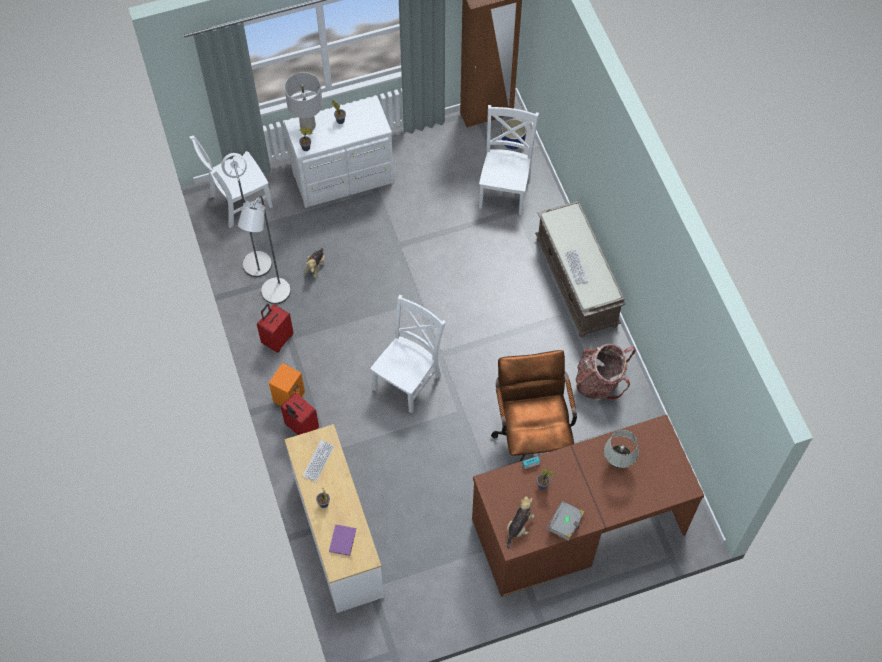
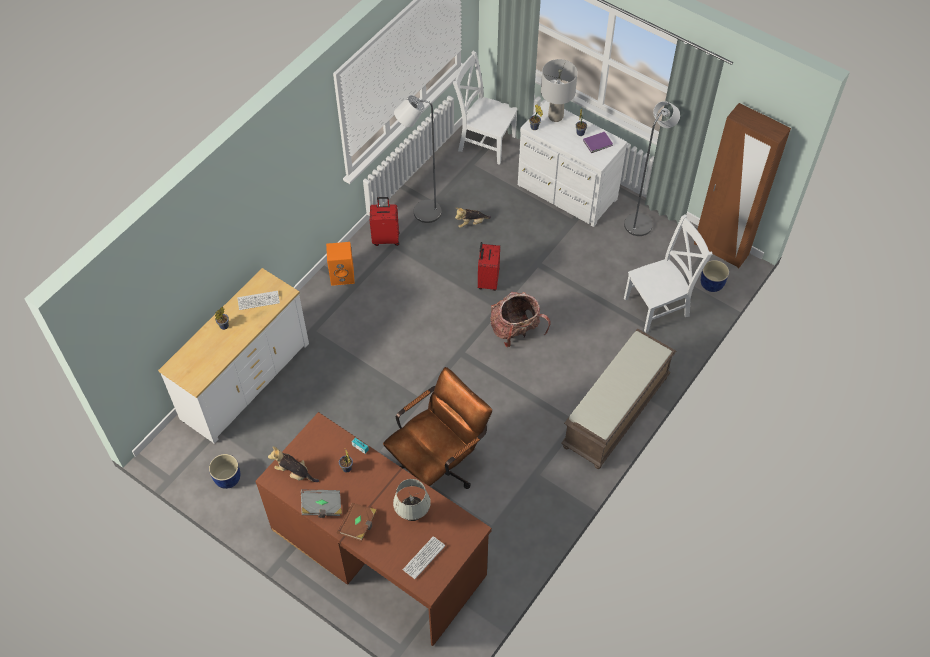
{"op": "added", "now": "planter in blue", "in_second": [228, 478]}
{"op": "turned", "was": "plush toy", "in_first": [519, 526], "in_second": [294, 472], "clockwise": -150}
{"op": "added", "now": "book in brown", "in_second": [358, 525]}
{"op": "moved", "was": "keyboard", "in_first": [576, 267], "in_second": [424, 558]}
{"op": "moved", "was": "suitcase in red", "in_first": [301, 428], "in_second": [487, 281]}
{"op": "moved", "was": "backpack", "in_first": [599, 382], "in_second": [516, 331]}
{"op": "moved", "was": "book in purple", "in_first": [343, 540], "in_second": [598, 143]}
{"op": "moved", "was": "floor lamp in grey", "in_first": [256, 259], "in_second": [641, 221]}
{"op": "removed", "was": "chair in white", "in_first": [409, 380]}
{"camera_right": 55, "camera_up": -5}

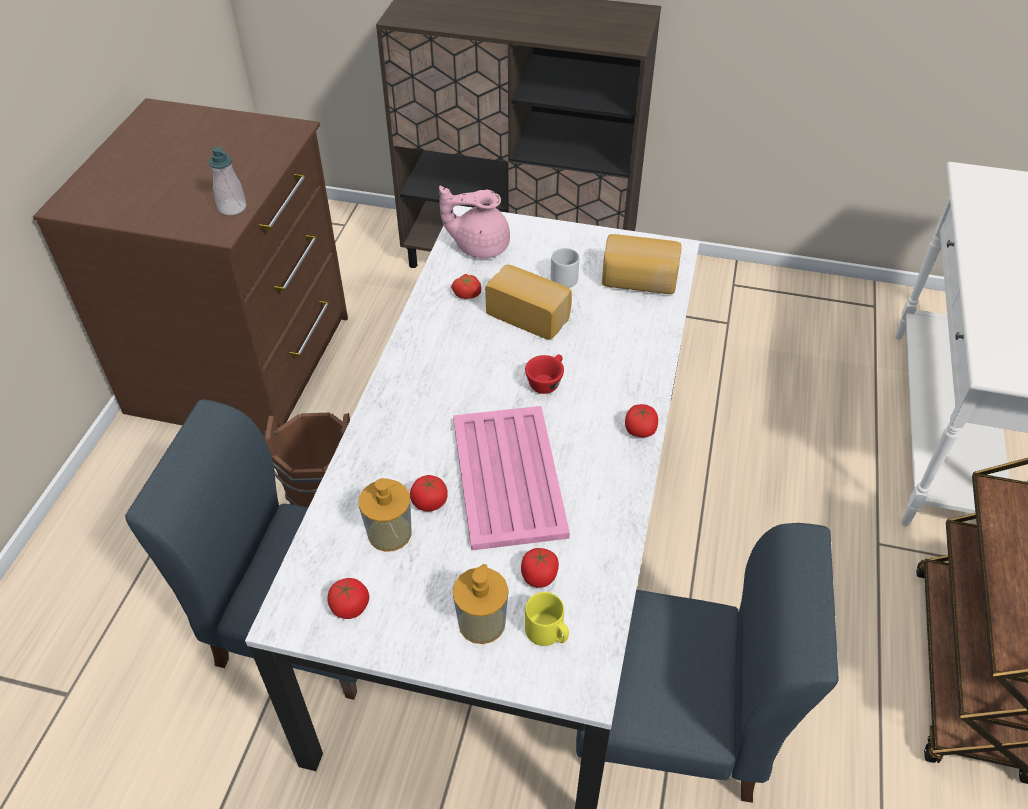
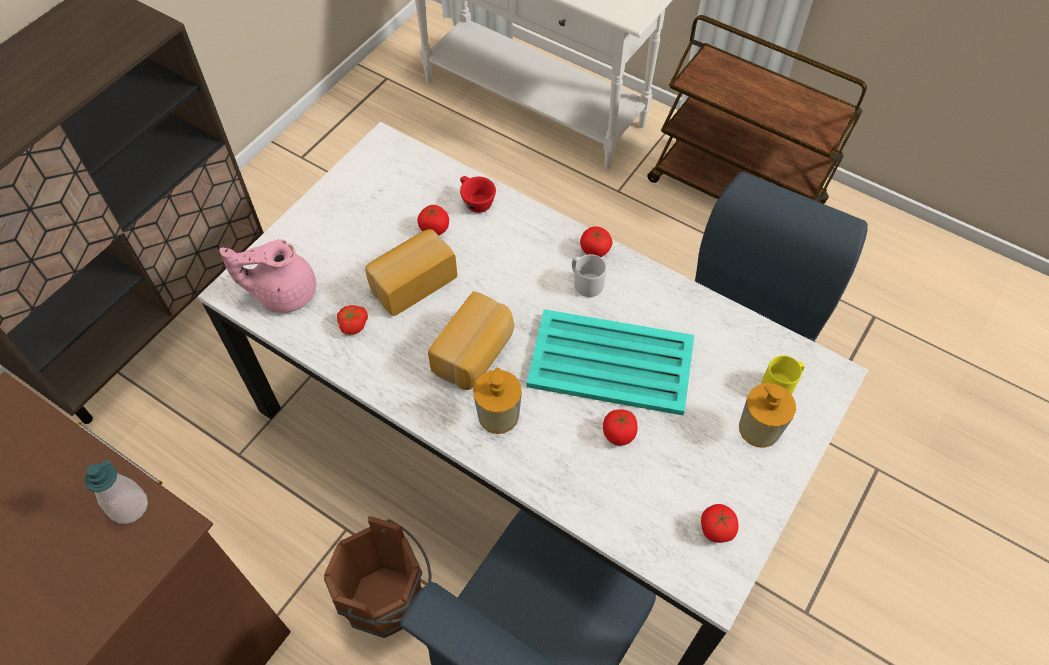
{"op": "turned", "was": "teapot in pink", "in_first": [479, 246], "in_second": [284, 292], "clockwise": 60}
{"op": "moved", "was": "tomato", "in_first": [539, 576], "in_second": [434, 228]}
{"op": "moved", "was": "bread", "in_first": [639, 281], "in_second": [475, 353]}
{"op": "moved", "was": "cup in red", "in_first": [546, 381], "in_second": [475, 201]}
{"op": "moved", "was": "soap dispenser", "in_first": [389, 533], "in_second": [498, 415]}
{"op": "recoloured", "was": "tray in pink", "now": "tray in turquoise", "in_first": [508, 478], "in_second": [612, 363]}
{"op": "moved", "was": "mug in grey", "in_first": [565, 277], "in_second": [586, 283]}
{"camera_right": -70, "camera_up": 10}

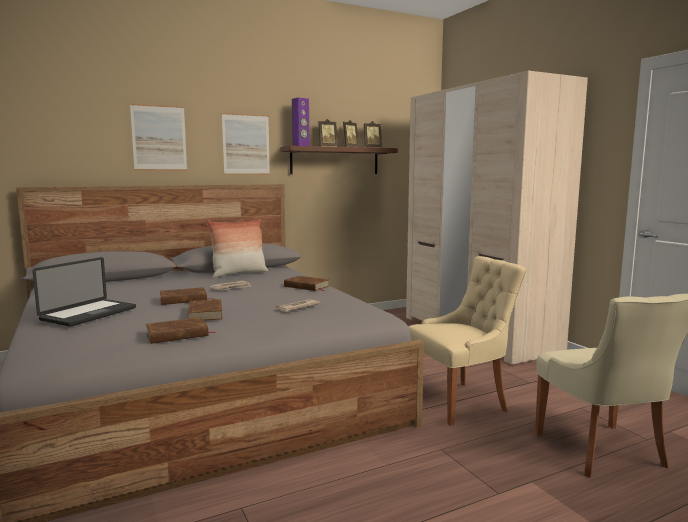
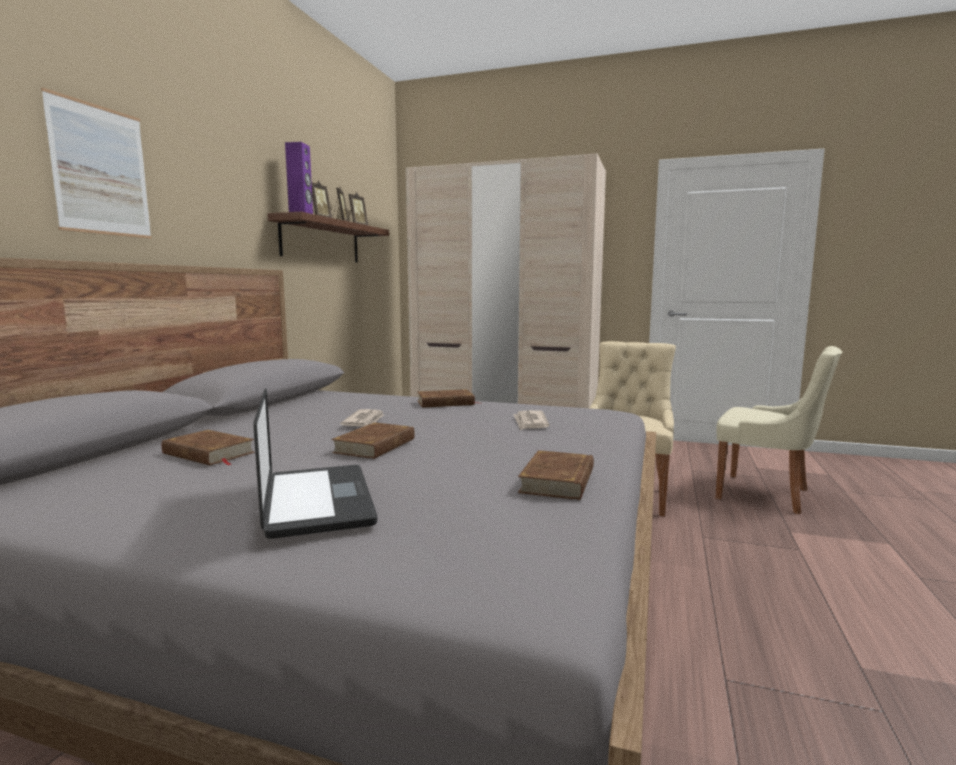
{"op": "moved", "was": "book in brown", "in_first": [205, 314], "in_second": [208, 453]}
{"op": "removed", "was": "pillow", "in_first": [239, 273]}
{"op": "removed", "was": "picture", "in_first": [246, 144]}
{"camera_right": -45, "camera_up": 0}

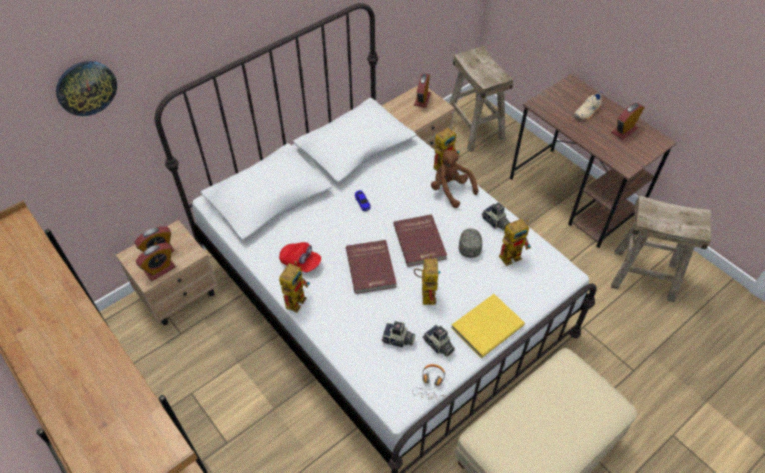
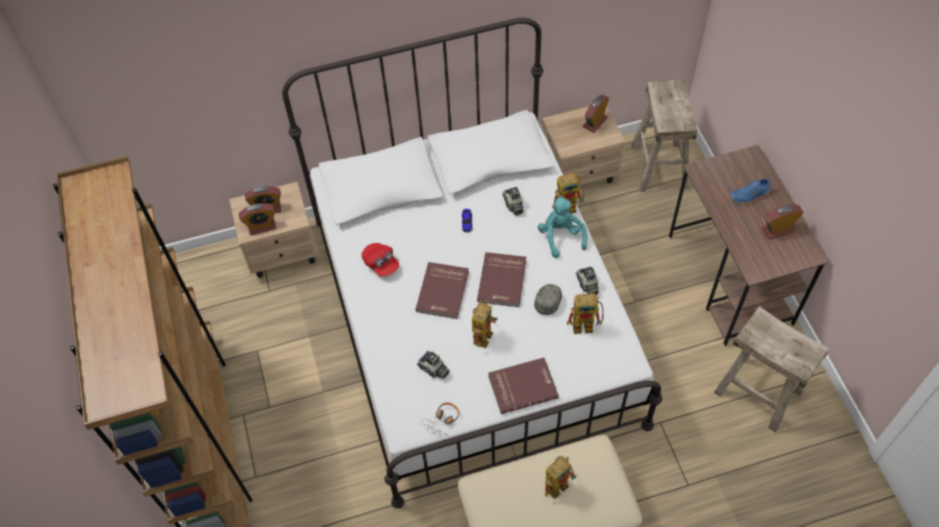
{"op": "recoloured", "was": "book in yellow", "now": "book in red", "in_first": [486, 326], "in_second": [522, 386]}
{"op": "moved", "was": "photo camera", "in_first": [438, 346], "in_second": [513, 206]}
{"op": "recoloured", "was": "plush toy in brown", "now": "plush toy in turquoise", "in_first": [450, 190], "in_second": [561, 236]}
{"op": "moved", "was": "toy robot", "in_first": [296, 298], "in_second": [558, 482]}
{"op": "recoloured", "was": "shoe in beige", "now": "shoe in blue", "in_first": [587, 112], "in_second": [749, 196]}
{"op": "removed", "was": "wall clock", "in_first": [86, 88]}
{"camera_right": 25, "camera_up": 5}

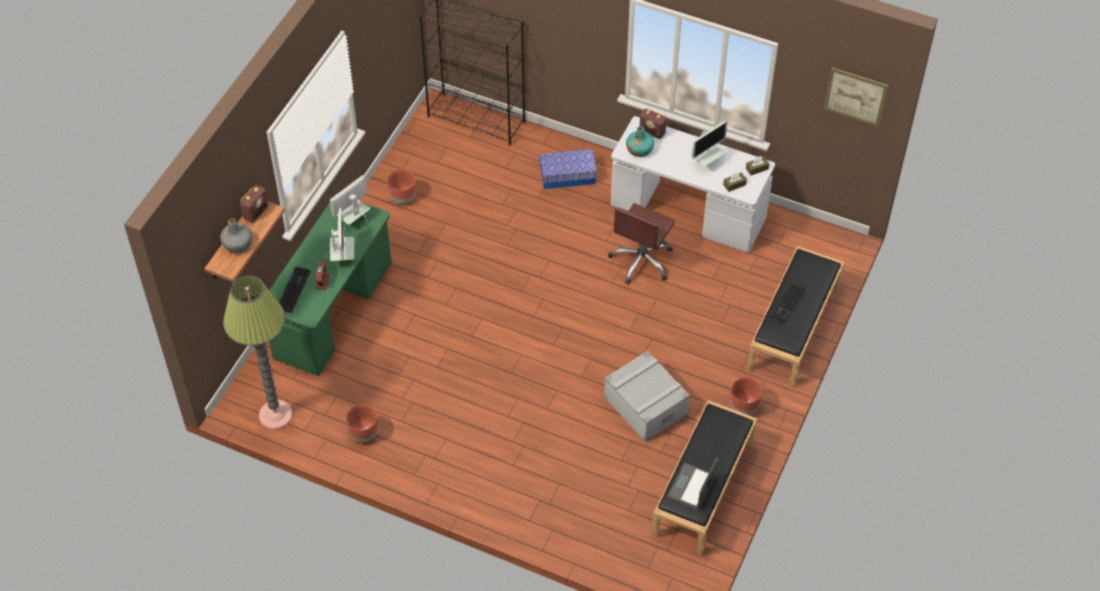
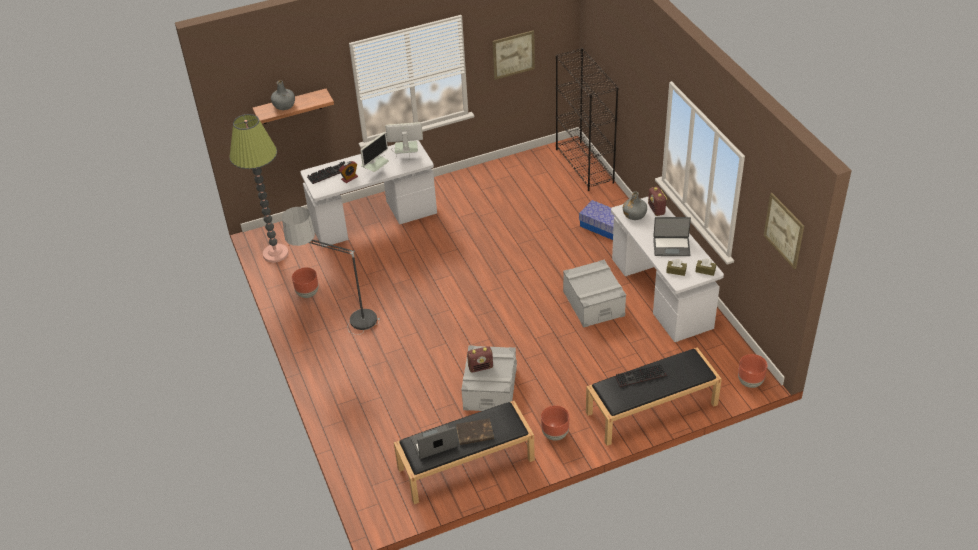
{"op": "added", "now": "floor lamp", "in_second": [341, 323]}
{"op": "recoloured", "was": "desk in green", "now": "desk in white", "in_first": [333, 310], "in_second": [374, 219]}
{"op": "added", "now": "book in brown", "in_second": [474, 433]}
{"op": "moved", "was": "radio", "in_first": [256, 212], "in_second": [481, 367]}
{"op": "added", "now": "picture", "in_second": [513, 54]}
{"op": "replaced", "was": "office chair in brown", "now": "storage box in grey", "in_first": [641, 261], "in_second": [593, 303]}
{"op": "recoloured", "was": "bottle in turquoise", "now": "bottle in grey", "in_first": [639, 149], "in_second": [634, 214]}
{"op": "replaced", "was": "monitor", "now": "laptop", "in_first": [705, 162], "in_second": [671, 246]}
{"op": "moved", "was": "planter in brown", "in_first": [403, 198], "in_second": [750, 382]}
{"camera_right": 45, "camera_up": -10}

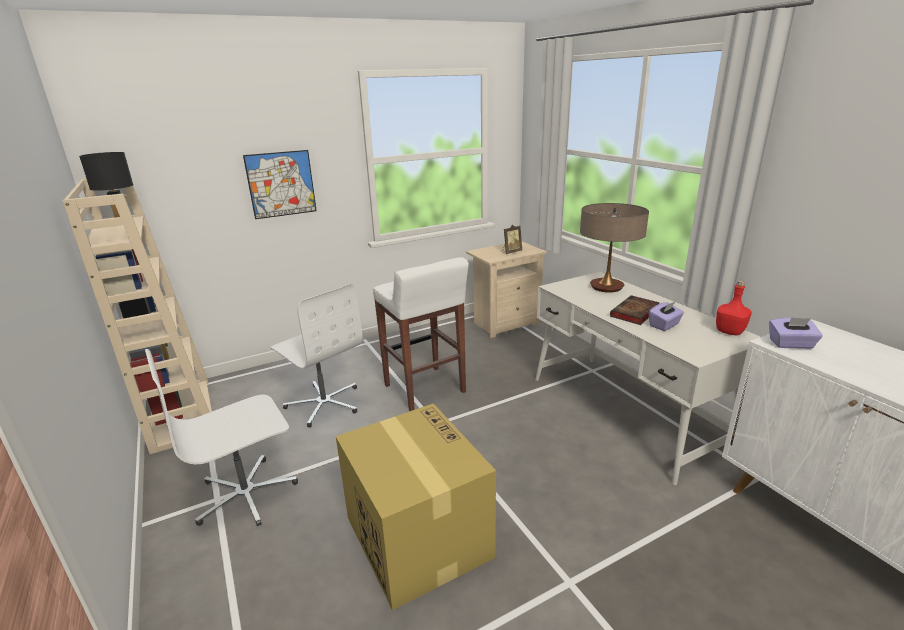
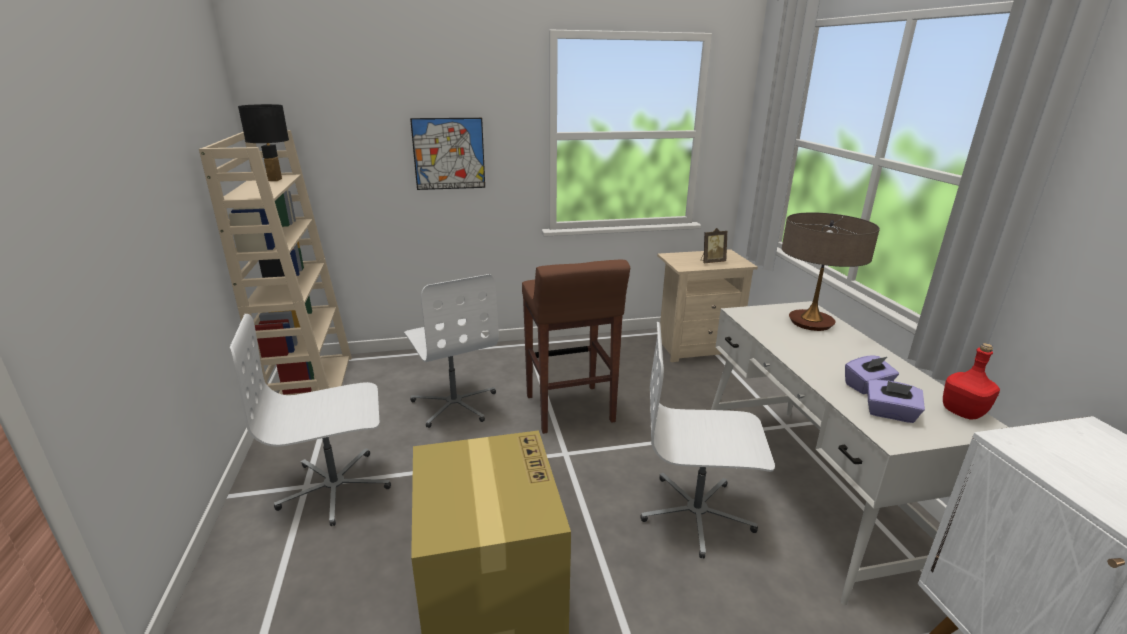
{"op": "recoloured", "was": "stool in white", "now": "stool in brown", "in_first": [425, 389], "in_second": [569, 410]}
{"op": "added", "now": "office chair in white", "in_second": [697, 514]}
{"op": "moved", "was": "tissue box in purple", "in_first": [791, 344], "in_second": [890, 413]}
{"op": "removed", "was": "book", "in_first": [634, 313]}
{"camera_right": 15, "camera_up": 0}

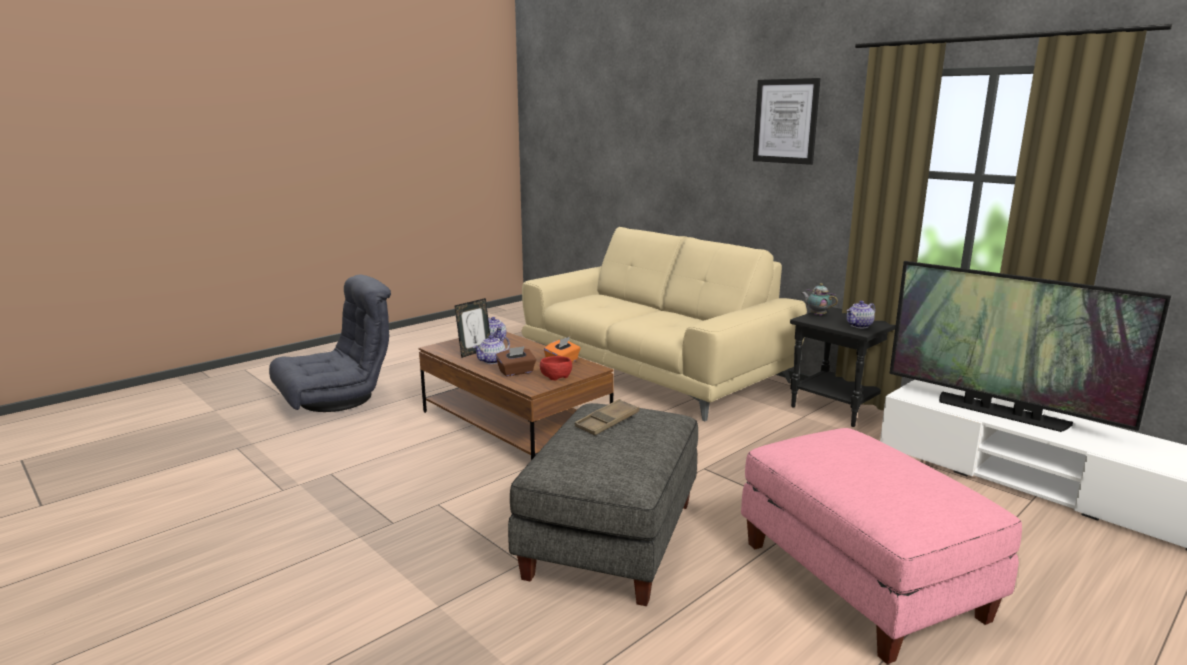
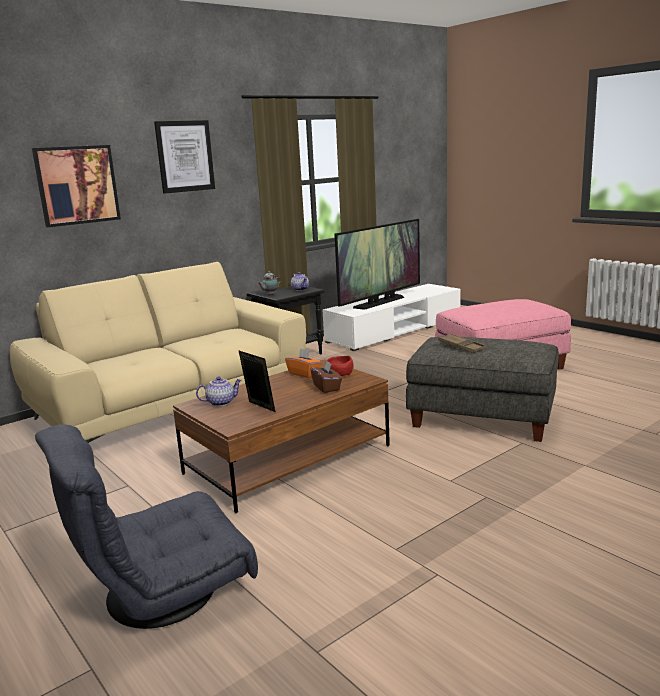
{"op": "added", "now": "picture", "in_second": [77, 185]}
{"op": "turned", "was": "armchair in grey", "in_first": [336, 400], "in_second": [161, 592], "clockwise": -90}
{"op": "removed", "was": "teapot", "in_first": [492, 361]}
{"camera_right": -85, "camera_up": 0}

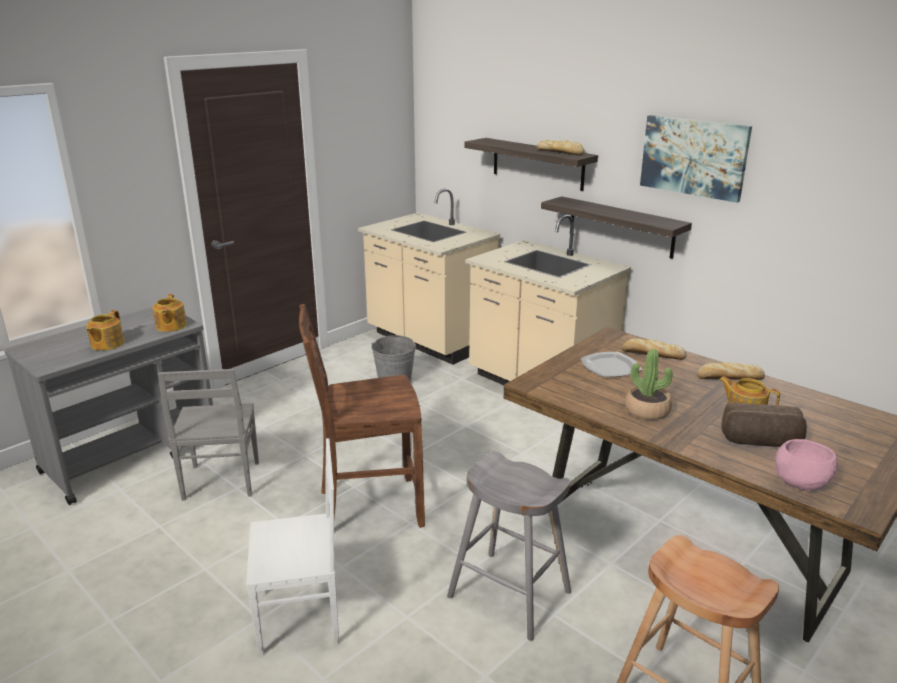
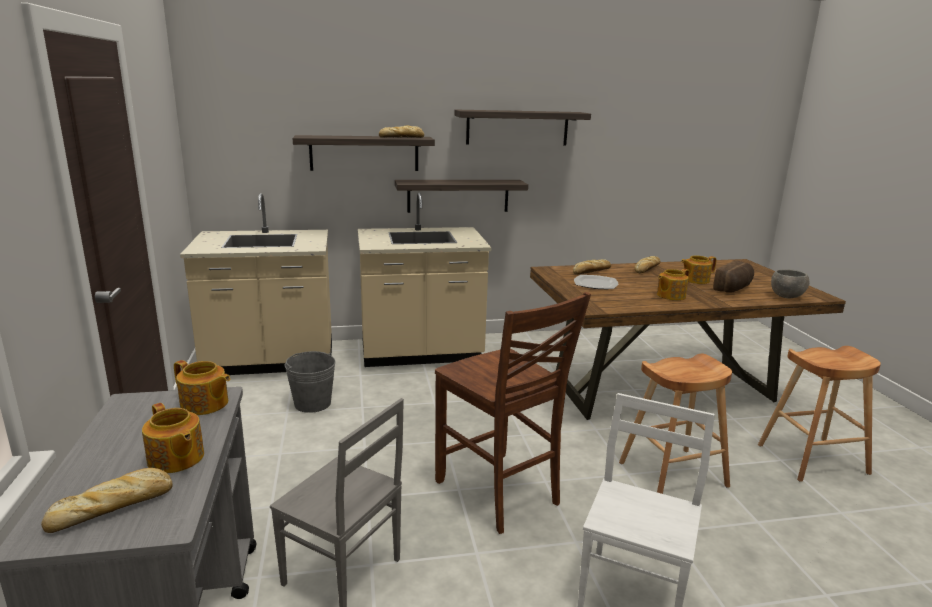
{"op": "added", "now": "bread", "in_second": [114, 507]}
{"op": "turned", "was": "chair in brown", "in_first": [368, 506], "in_second": [499, 493], "clockwise": -60}
{"op": "replaced", "was": "picture", "now": "shelf", "in_first": [694, 157], "in_second": [517, 128]}
{"op": "recoloured", "was": "stool in grey", "now": "stool in brown", "in_first": [510, 594], "in_second": [673, 474]}
{"op": "replaced", "was": "potted plant", "now": "teapot", "in_first": [647, 410], "in_second": [670, 296]}
{"op": "recoloured", "was": "bowl in pink", "now": "bowl in grey", "in_first": [799, 483], "in_second": [786, 296]}
{"camera_right": -55, "camera_up": -5}

